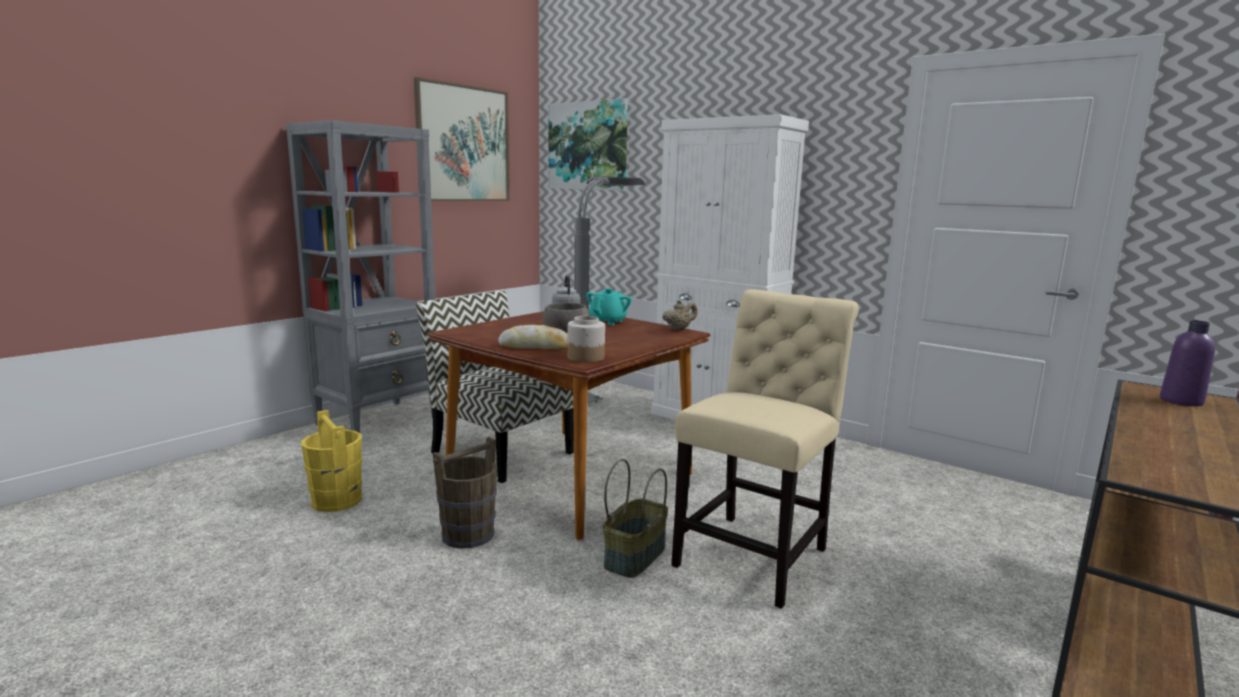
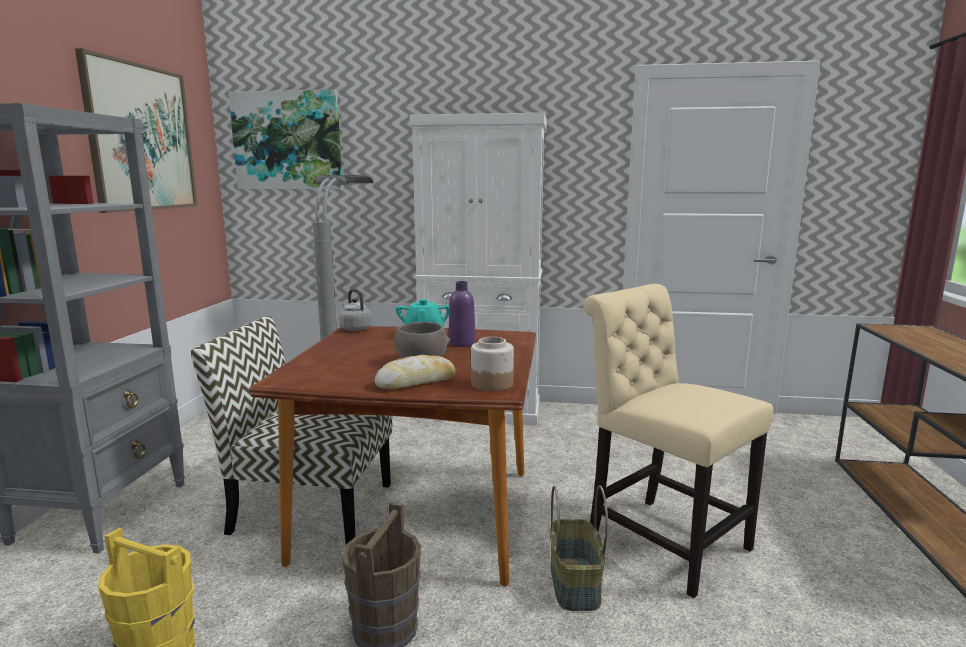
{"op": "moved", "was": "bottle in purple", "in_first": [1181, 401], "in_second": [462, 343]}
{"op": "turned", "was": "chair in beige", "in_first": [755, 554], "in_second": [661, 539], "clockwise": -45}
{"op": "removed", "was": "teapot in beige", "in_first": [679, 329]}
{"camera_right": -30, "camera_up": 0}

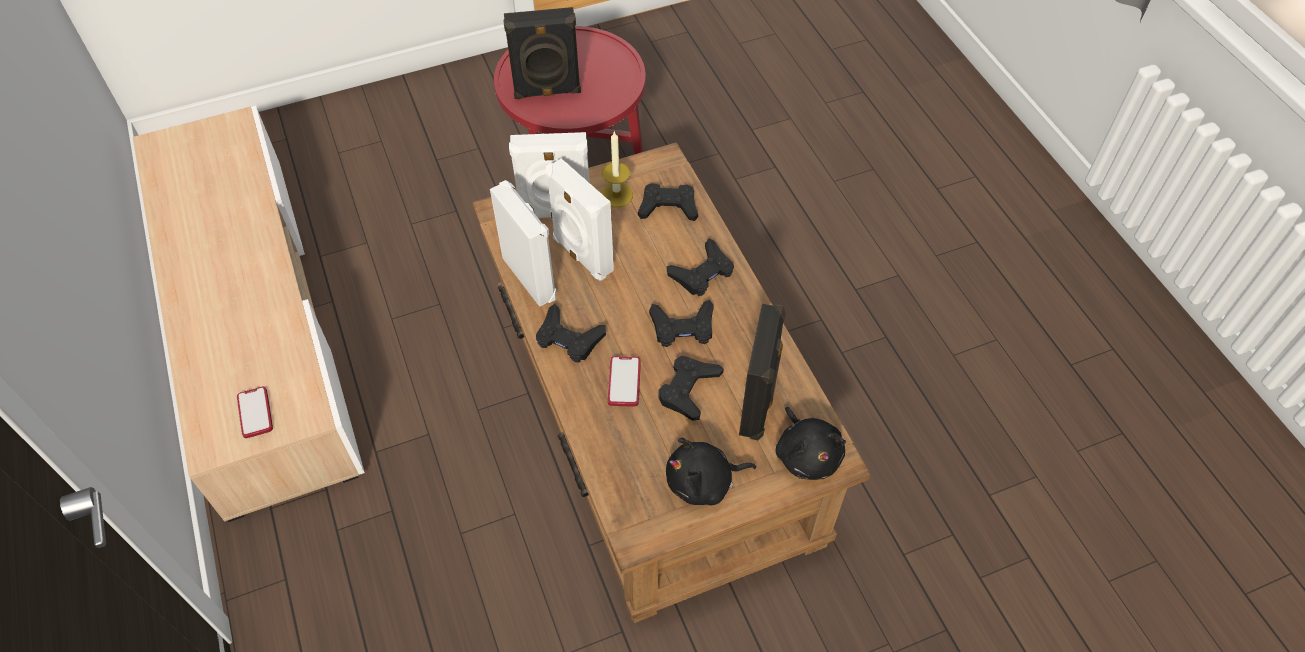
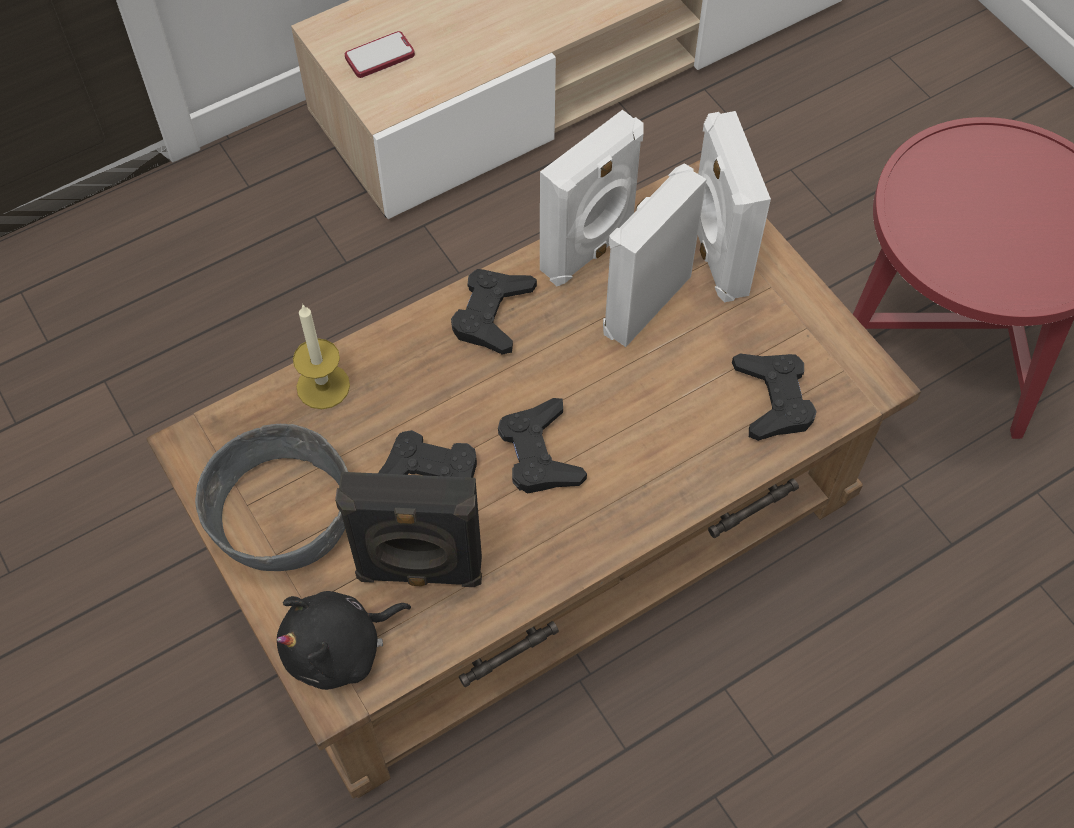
{"op": "replaced", "was": "plush toy in black", "now": "bowl in grey", "in_first": [703, 482], "in_second": [279, 515]}
{"op": "moved", "was": "candle", "in_first": [616, 195], "in_second": [323, 386]}
{"op": "removed", "was": "speaker in black", "in_first": [547, 92]}
{"op": "removed", "was": "phone", "in_first": [624, 382]}
{"op": "removed", "was": "game controller in black", "in_first": [702, 273]}
{"camera_right": 80, "camera_up": 5}

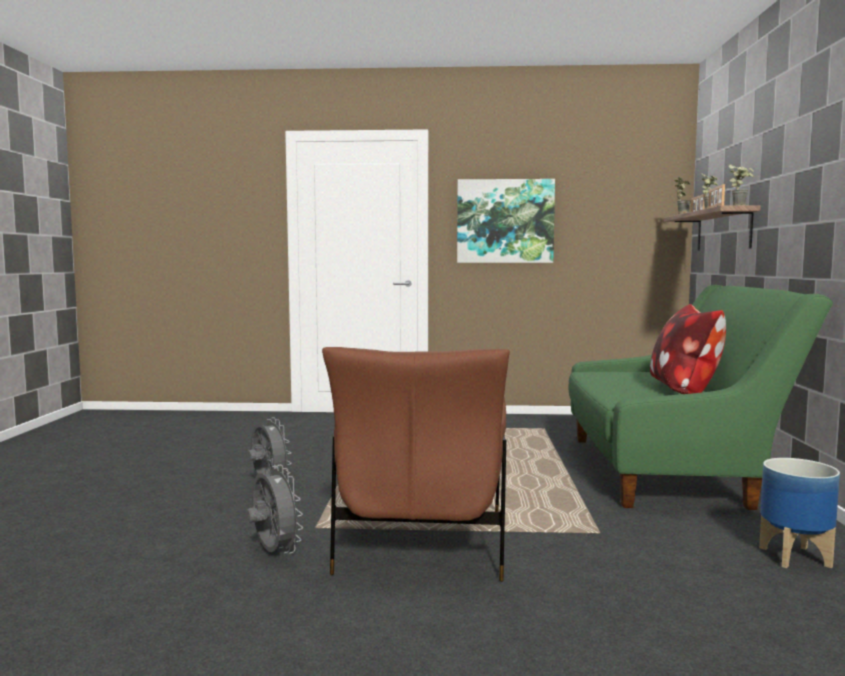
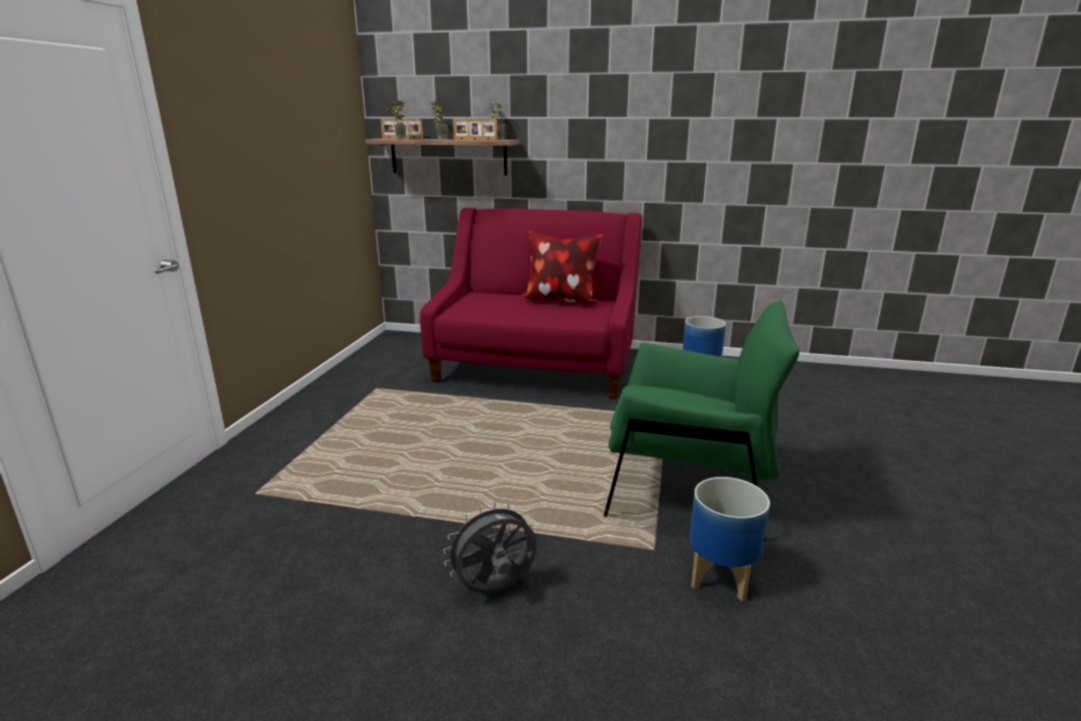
{"op": "recoloured", "was": "sofa in green", "now": "sofa in red", "in_first": [669, 470], "in_second": [535, 367]}
{"op": "recoloured", "was": "armchair in brown", "now": "armchair in green", "in_first": [422, 542], "in_second": [688, 490]}
{"op": "replaced", "was": "fan in grey", "now": "planter", "in_first": [273, 552], "in_second": [721, 579]}
{"op": "removed", "was": "picture", "in_first": [505, 221]}
{"camera_right": -80, "camera_up": 15}

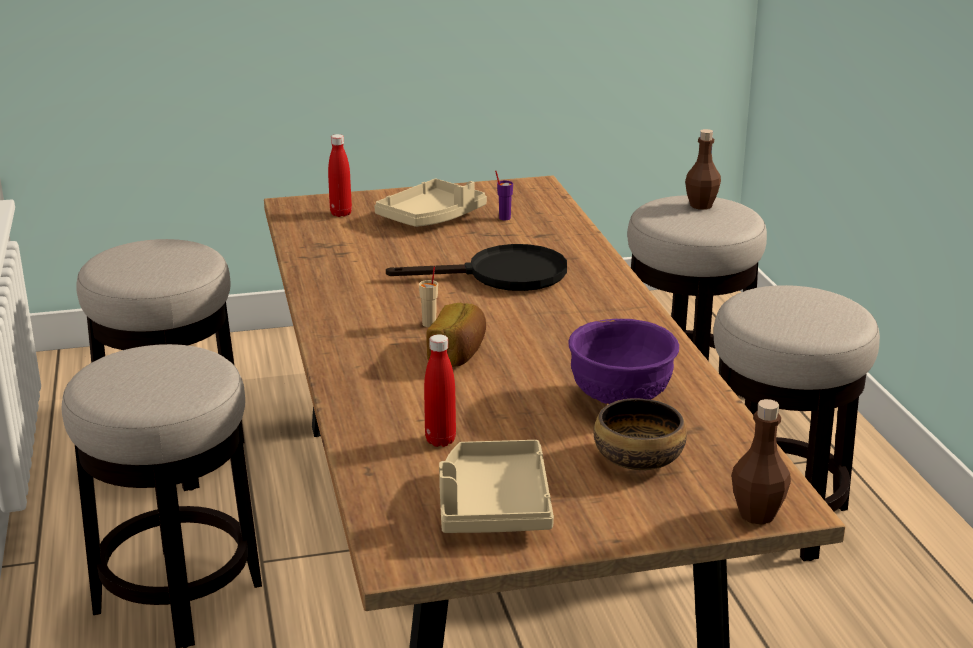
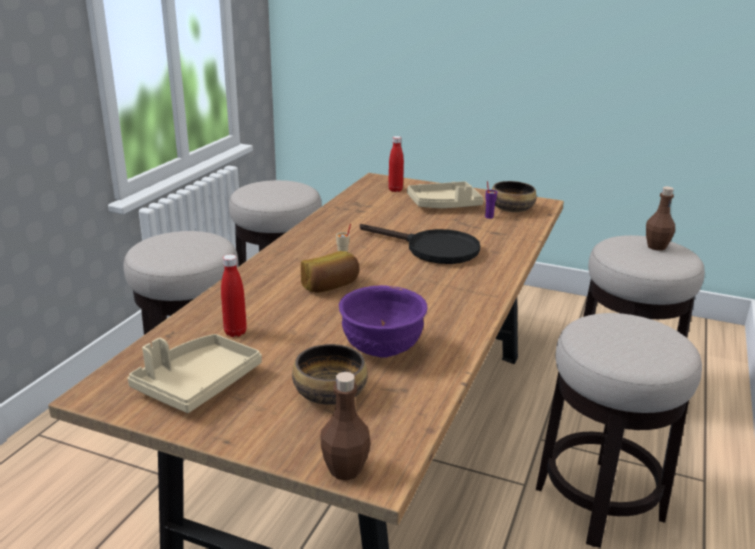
{"op": "added", "now": "bowl", "in_second": [511, 209]}
{"camera_right": 35, "camera_up": 0}

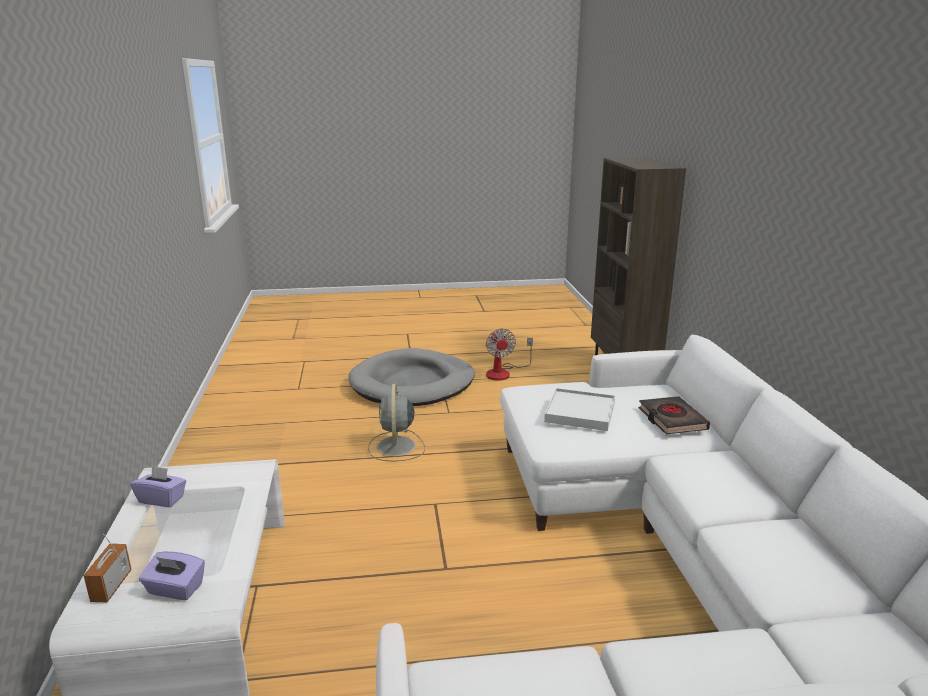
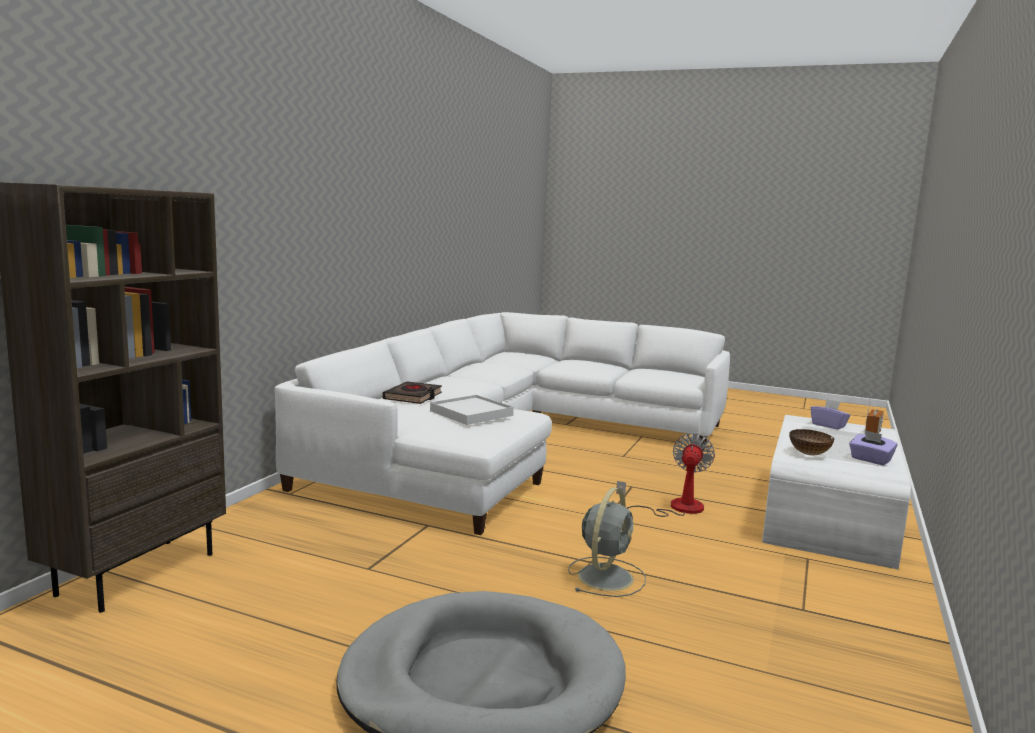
{"op": "moved", "was": "fan", "in_first": [503, 372], "in_second": [675, 508]}
{"op": "added", "now": "bowl", "in_second": [809, 454]}
{"camera_right": -150, "camera_up": -10}

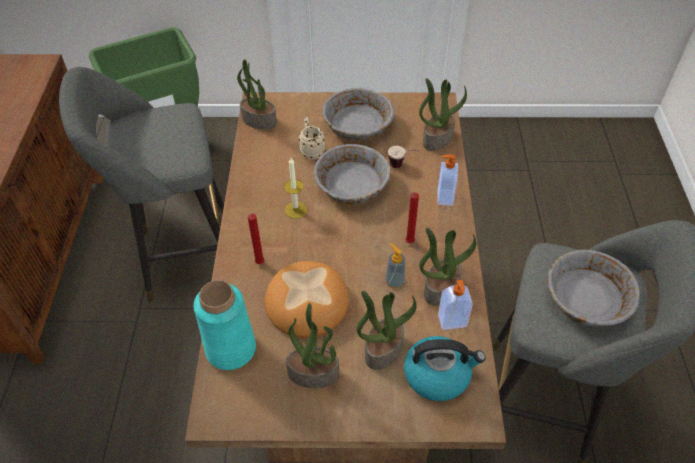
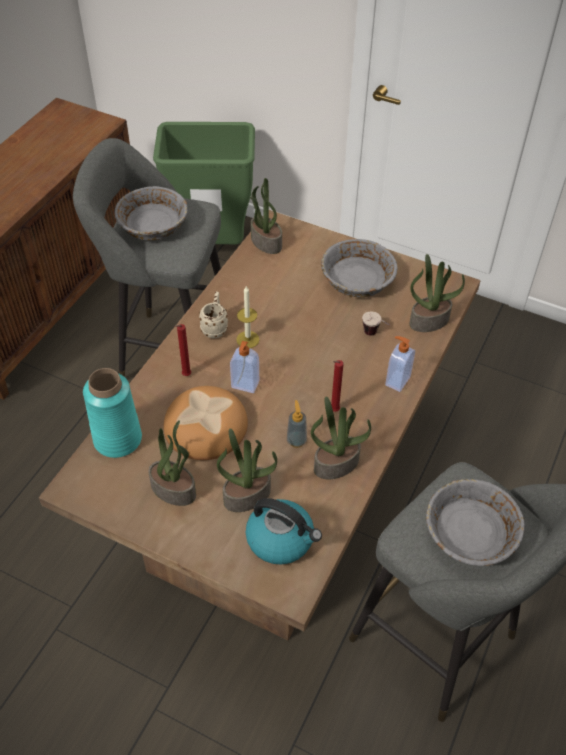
{"op": "moved", "was": "bowl in grey", "in_first": [352, 185], "in_second": [153, 225]}
{"op": "moved", "was": "mug in beige", "in_first": [311, 150], "in_second": [215, 327]}
{"op": "moved", "was": "soap dispenser", "in_first": [452, 322], "in_second": [245, 385]}
{"camera_right": 25, "camera_up": 0}

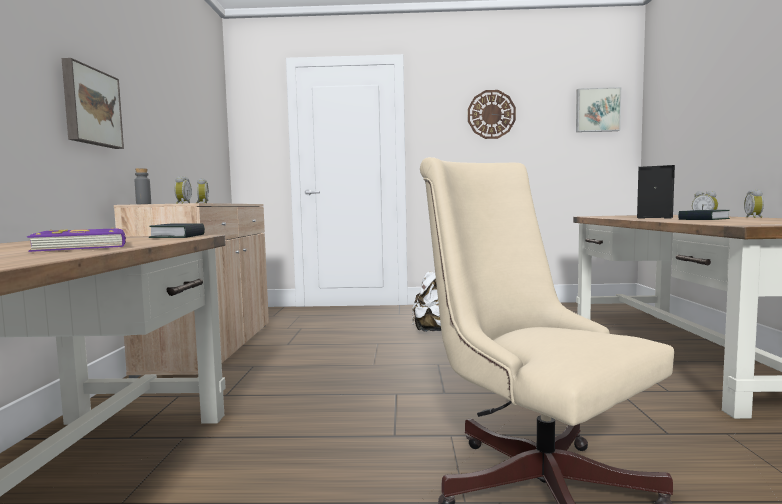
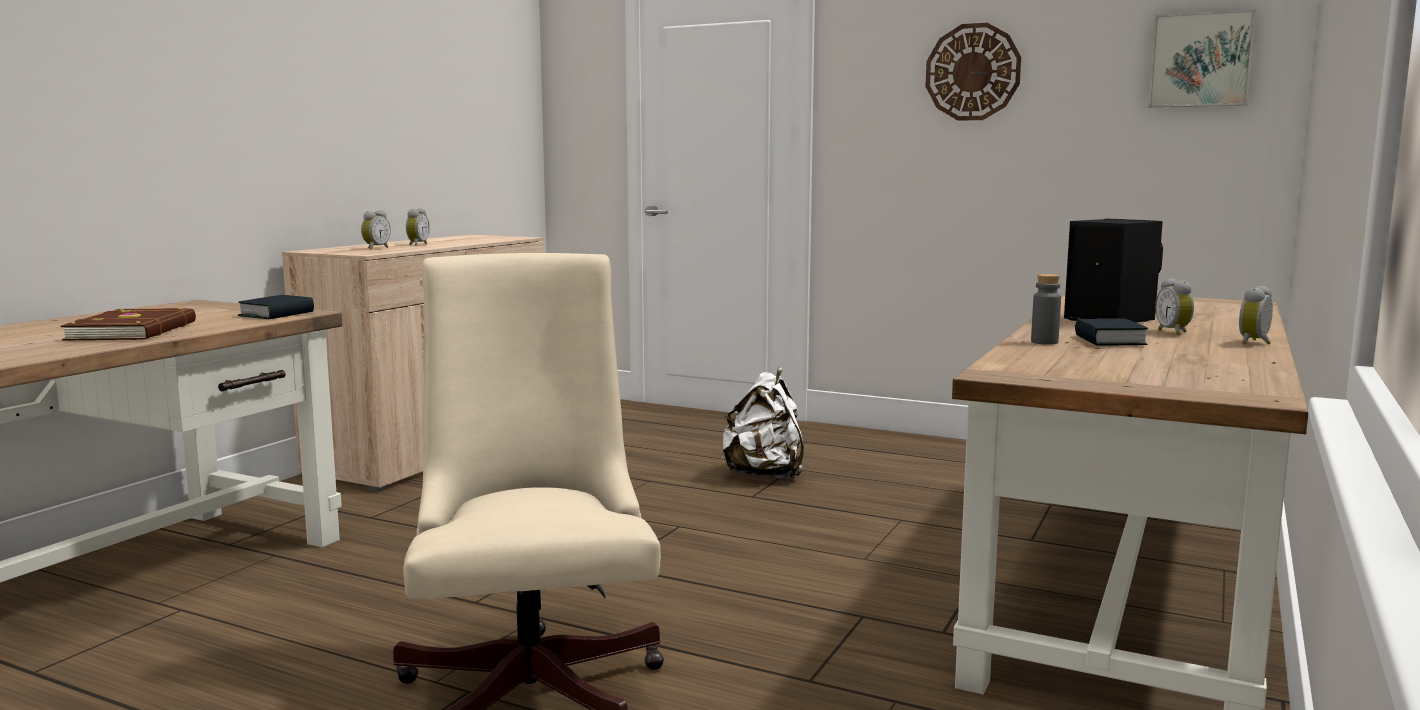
{"op": "recoloured", "was": "book in purple", "now": "book in brown", "in_first": [85, 246], "in_second": [135, 331]}
{"op": "moved", "was": "bottle in grey", "in_first": [143, 204], "in_second": [1044, 342]}
{"op": "removed", "was": "picture", "in_first": [90, 107]}
{"camera_right": 25, "camera_up": 5}

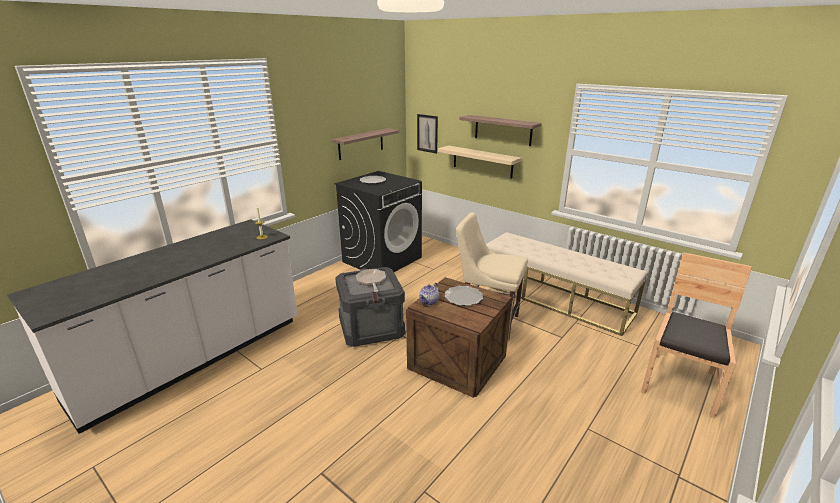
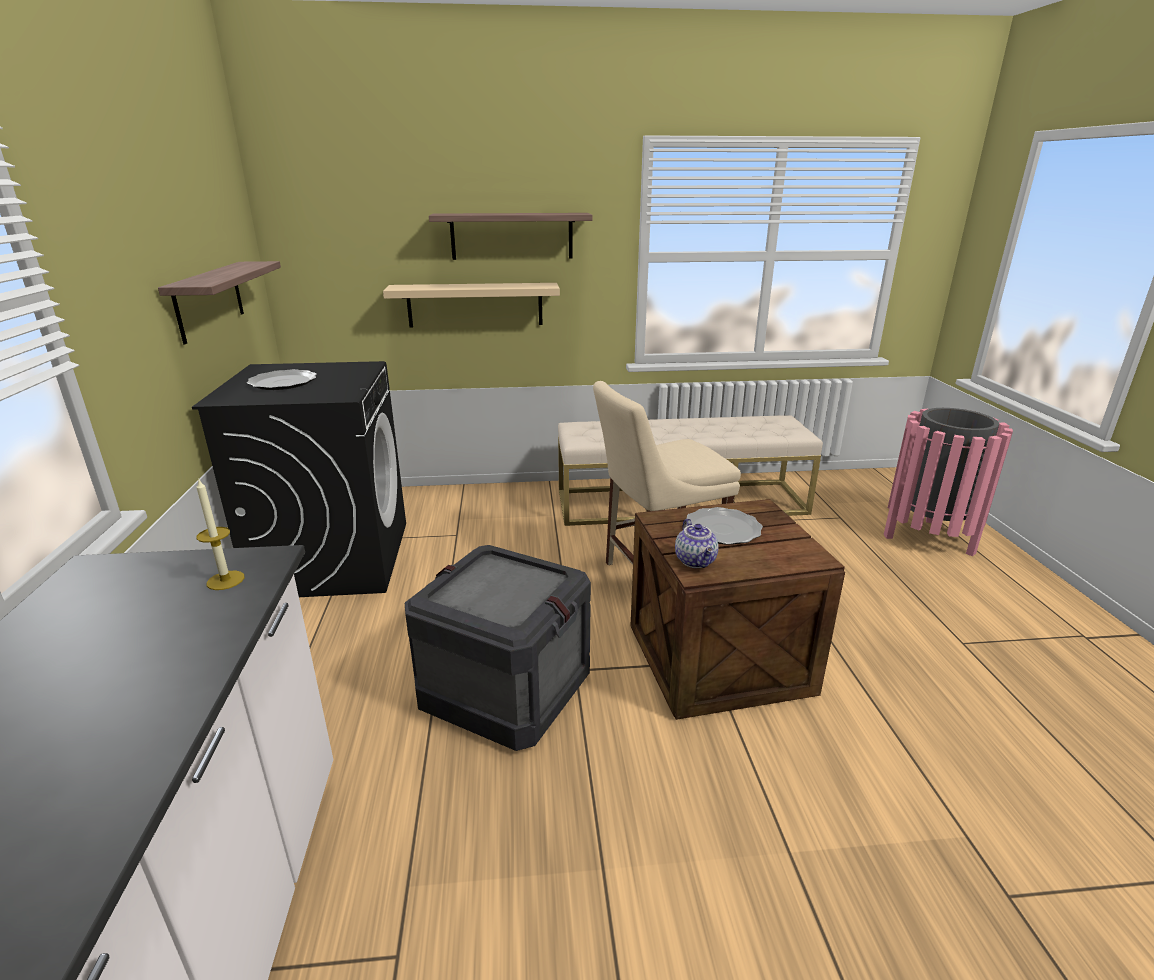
{"op": "replaced", "was": "chair in brown", "now": "trash can in pink", "in_first": [680, 383], "in_second": [929, 538]}
{"op": "removed", "was": "frying pan", "in_first": [371, 281]}
{"op": "removed", "was": "picture", "in_first": [427, 133]}
{"camera_right": -45, "camera_up": 0}

